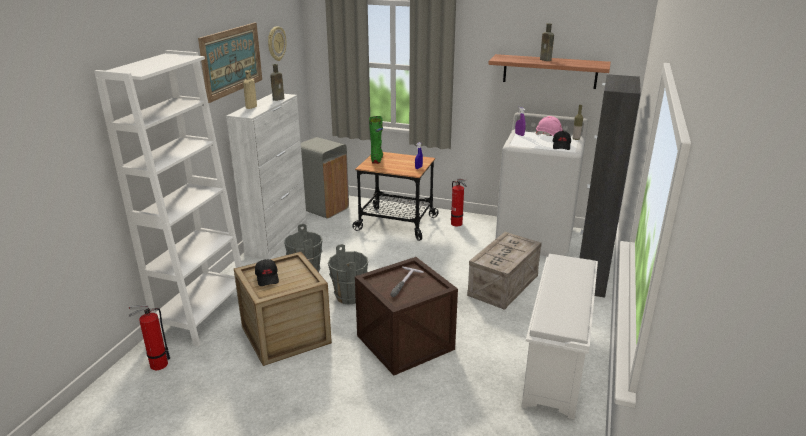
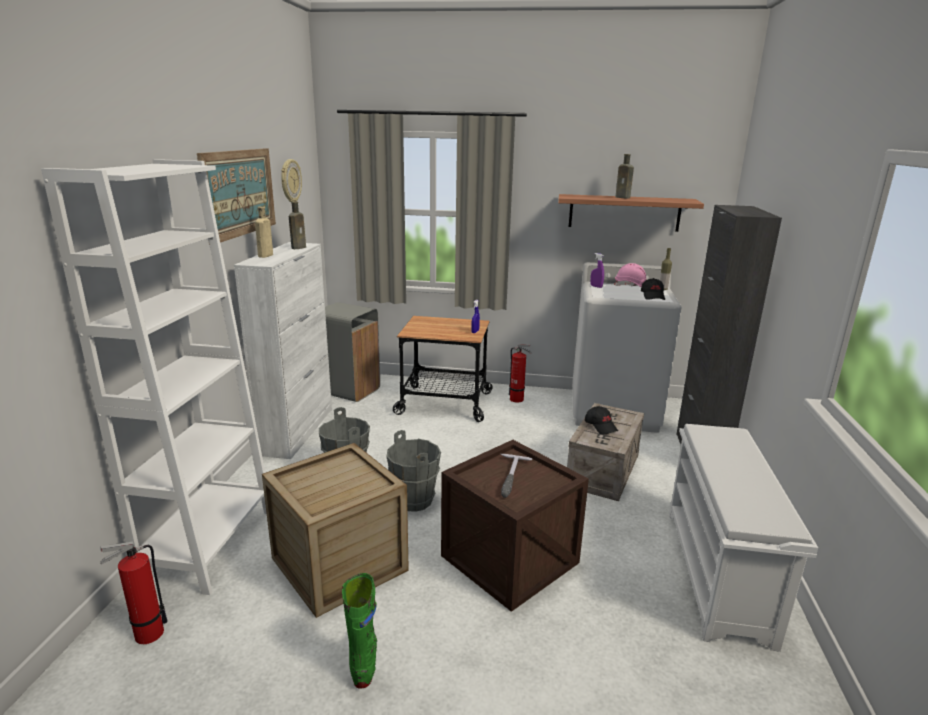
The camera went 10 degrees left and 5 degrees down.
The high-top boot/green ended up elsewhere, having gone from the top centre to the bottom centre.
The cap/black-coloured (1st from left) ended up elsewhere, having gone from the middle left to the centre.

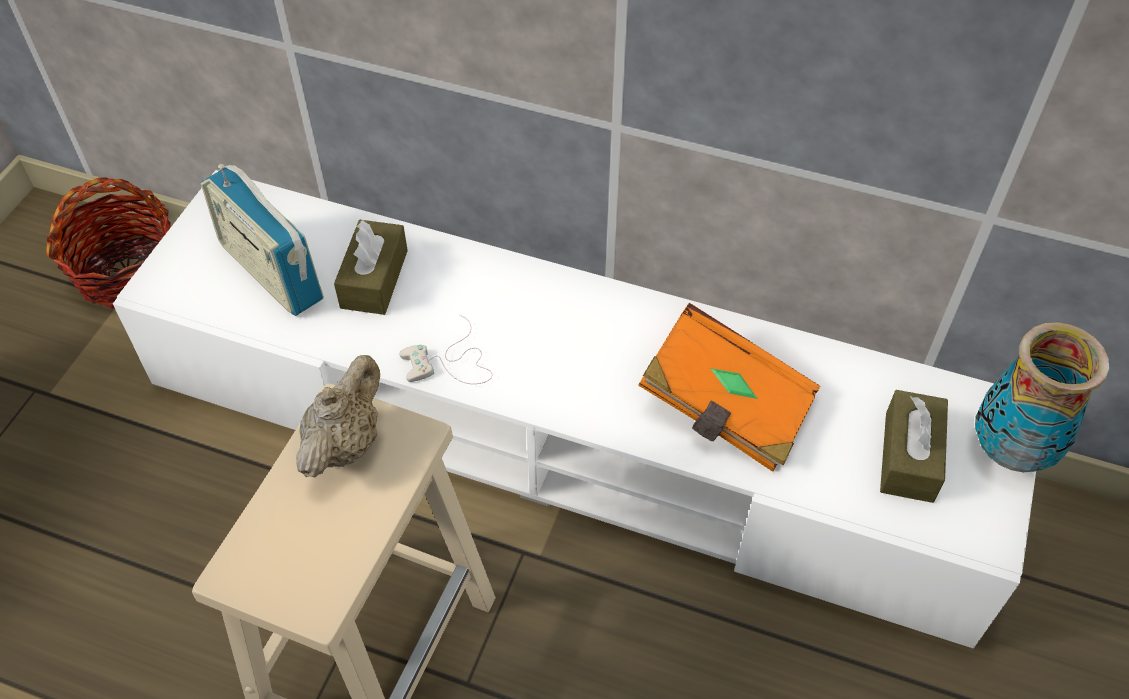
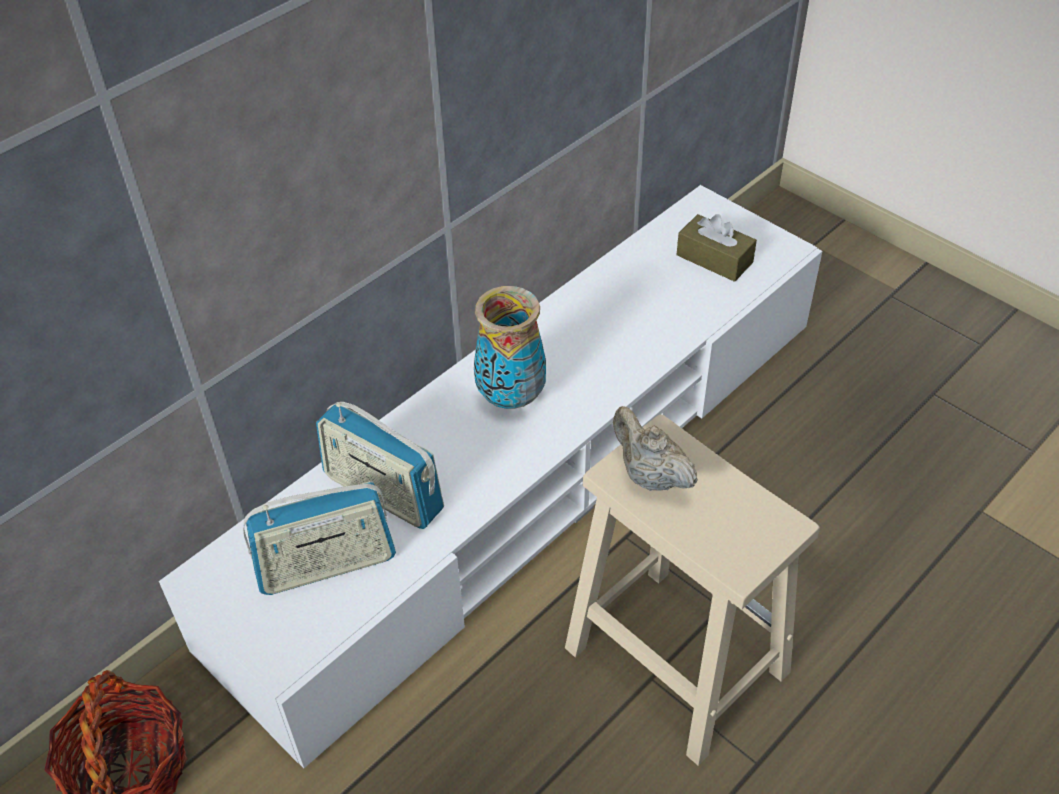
The camera went 65 degrees left and 5 degrees down.
Where the tissue box/brownish (1st from left) stood at the middle left, the radio receiver (2nd from left) came to stand at the centre.
The vase ended up elsewhere, having gone from the middle right to the centre.
The second view lost the gamepad/white-coloured at the centre.
The second view lost the bound book/orange at the centre.

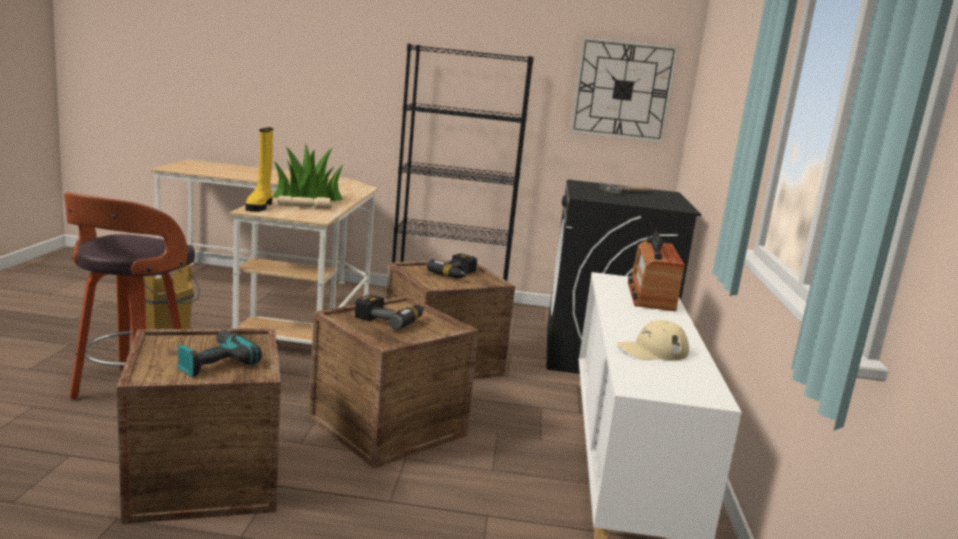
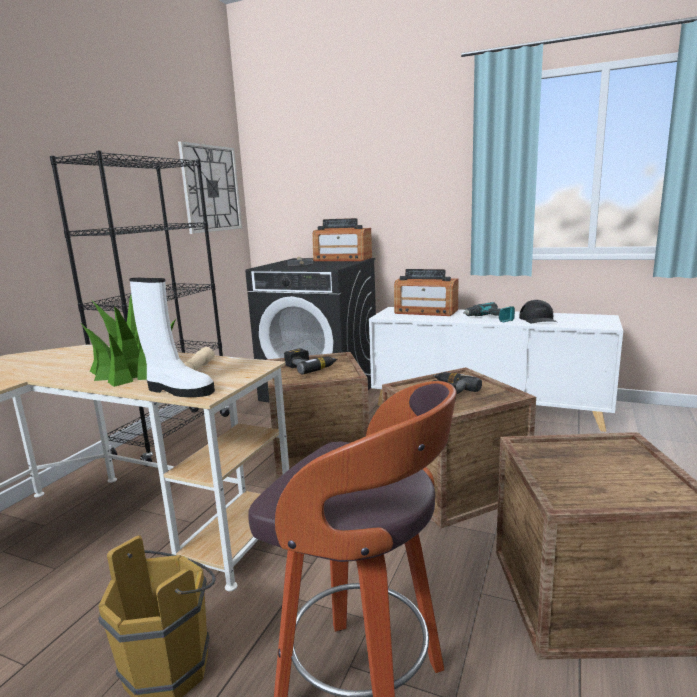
The camera went 70 degrees left and 0 degrees up.
What was the high-top boot/yellow at the top left turned into the high-top boot/white-coloured at the middle left.
The second view gained the radio receiver (1st from left) at the centre.
The drill (1st from left in the first image) ended up elsewhere, having gone from the middle left to the middle right.
What was the cap/beige at the middle right turned into the cap/black-coloured at the middle right.

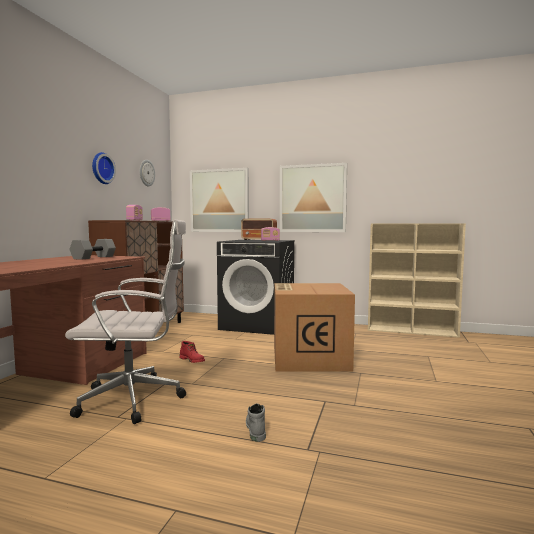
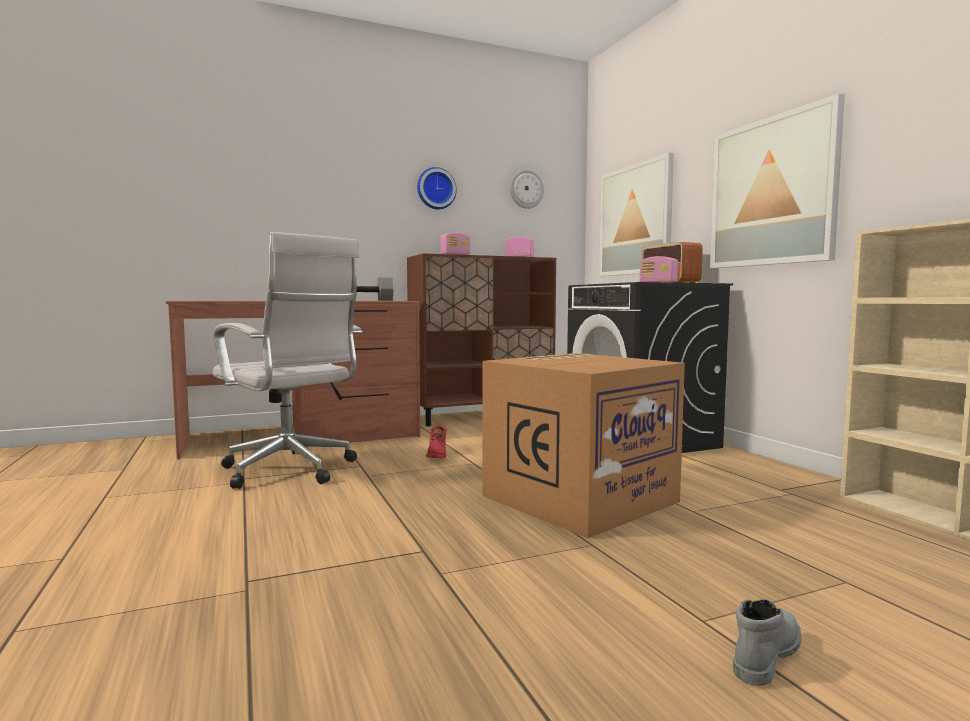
The camera went 50 degrees right and 0 degrees up.
The high-top boot/greyish ended up elsewhere, having gone from the bottom centre to the bottom right.

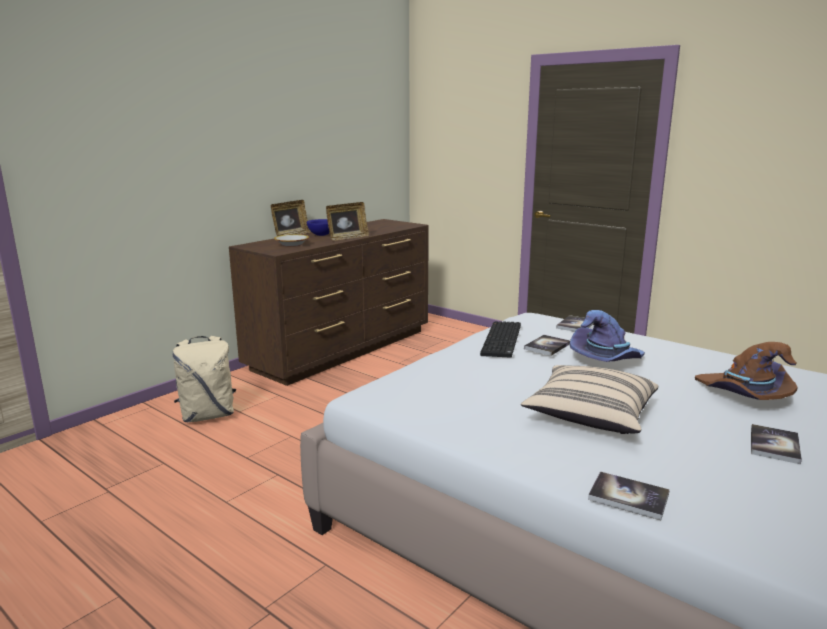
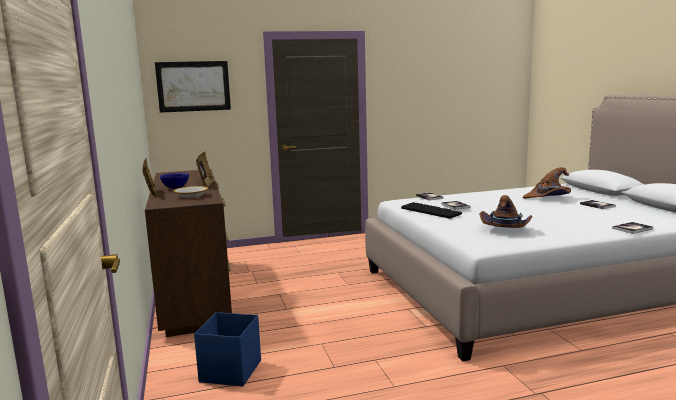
The camera went 55 degrees left and 5 degrees down.
The second view gained the picture at the top left.
Where the backpack/beige stood at the middle left, the storage bin/bluish came to stand at the bottom centre.
The second view gained the hat/brownish (1st from left) at the middle right.
The second view lost the cushion/beige at the middle right.
The second view lost the hat/purple at the middle right.

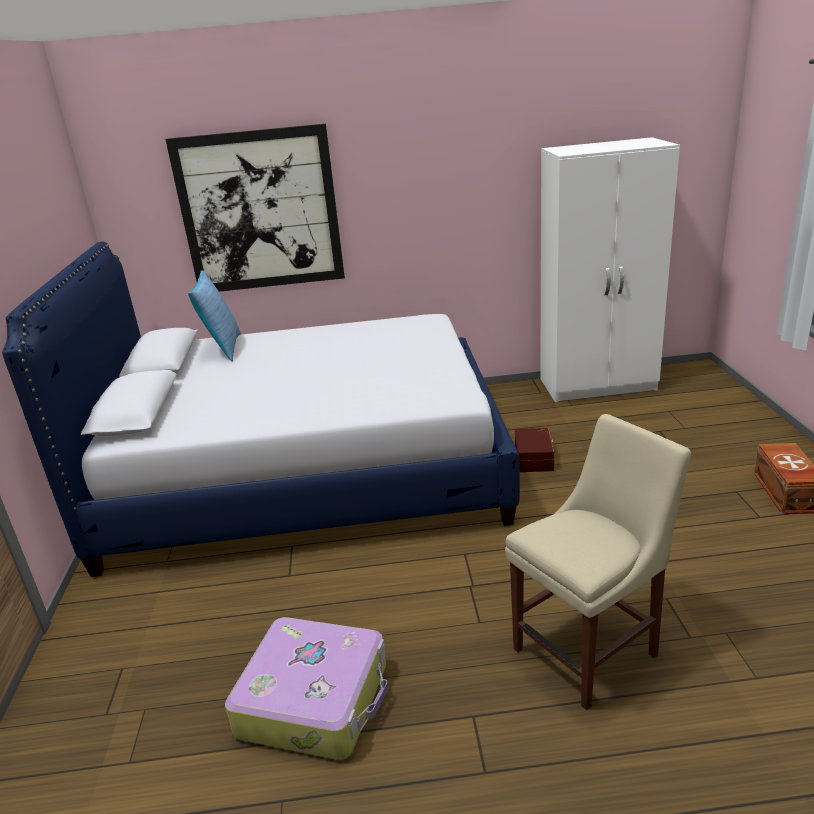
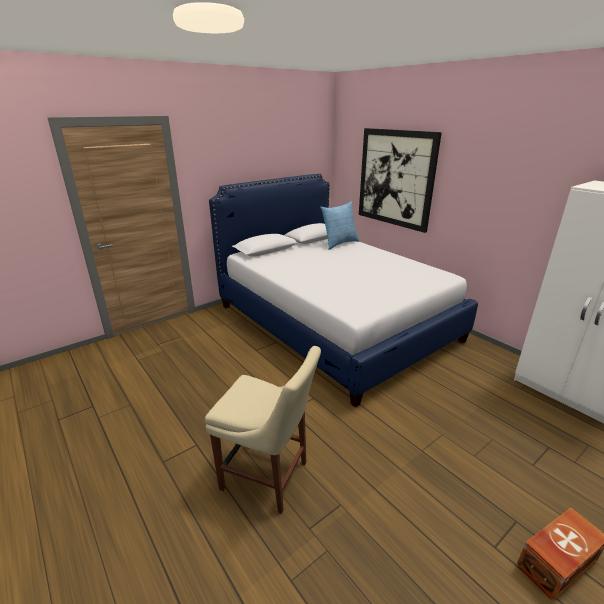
The camera went 55 degrees right and 0 degrees up.
The second view lost the piece of luggage at the bottom centre.
The second view lost the storage bin/brownish (1st from left) at the centre.

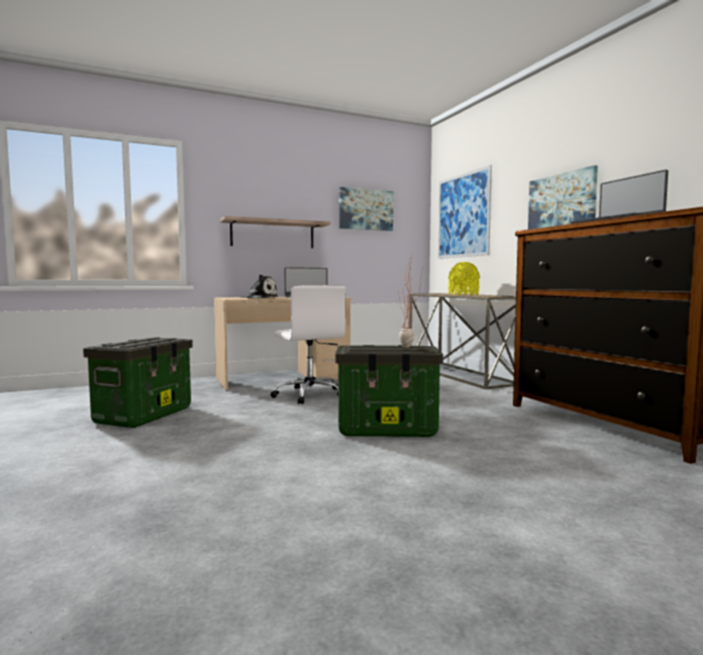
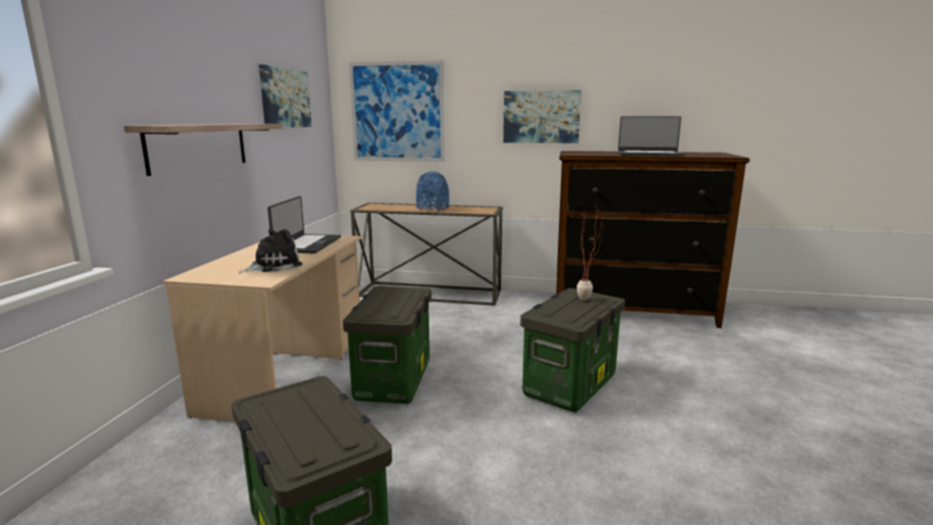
The camera went 55 degrees left and 10 degrees up.
Where the office chair/white-coloured stood at the centre, the storage bin (2nd from left) came to stand at the centre.
What was the vase/yellow at the centre turned into the vase/bluish at the centre.

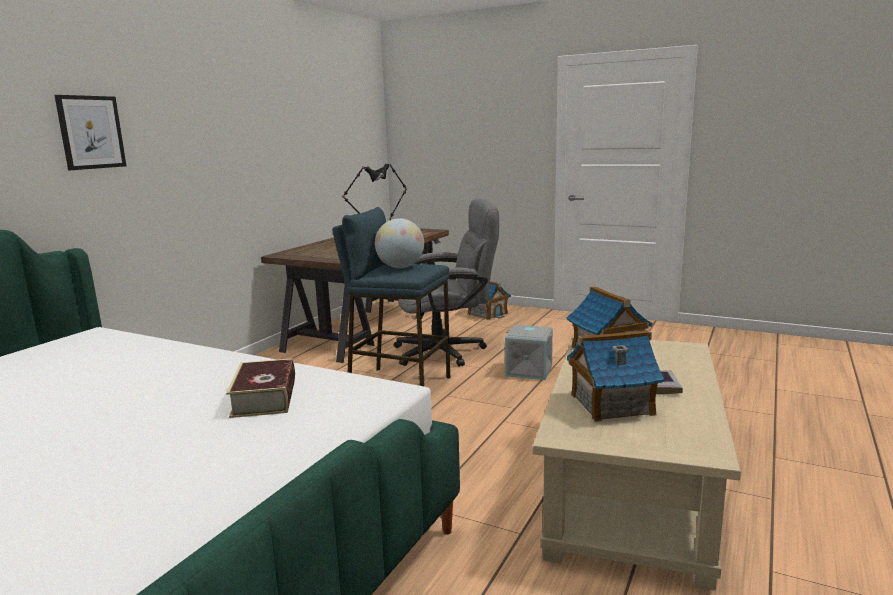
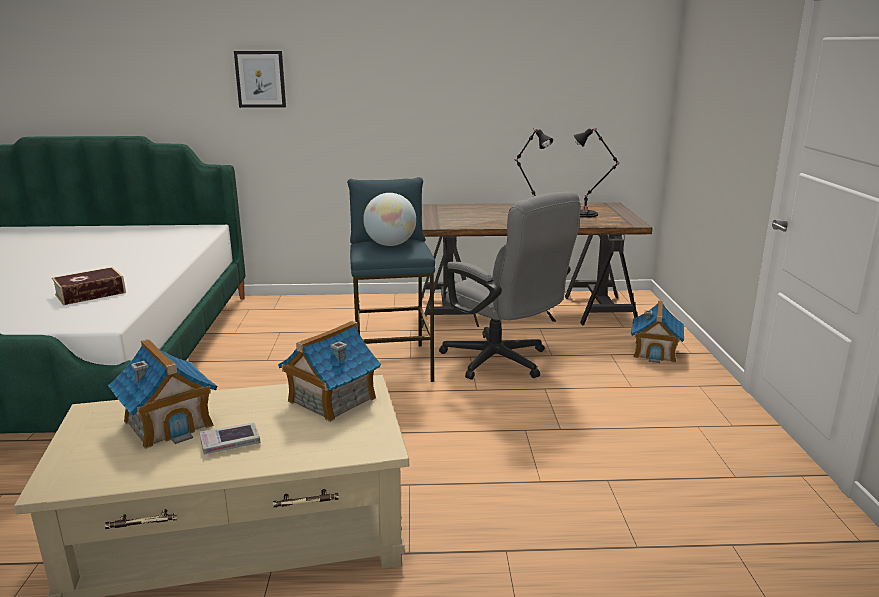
The camera went 60 degrees right and 5 degrees up.
The second view lost the storage bin/greyish at the centre.

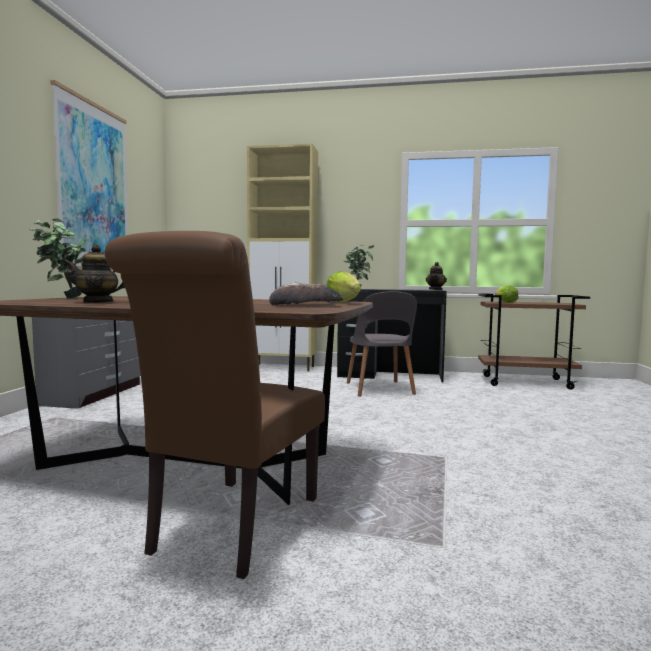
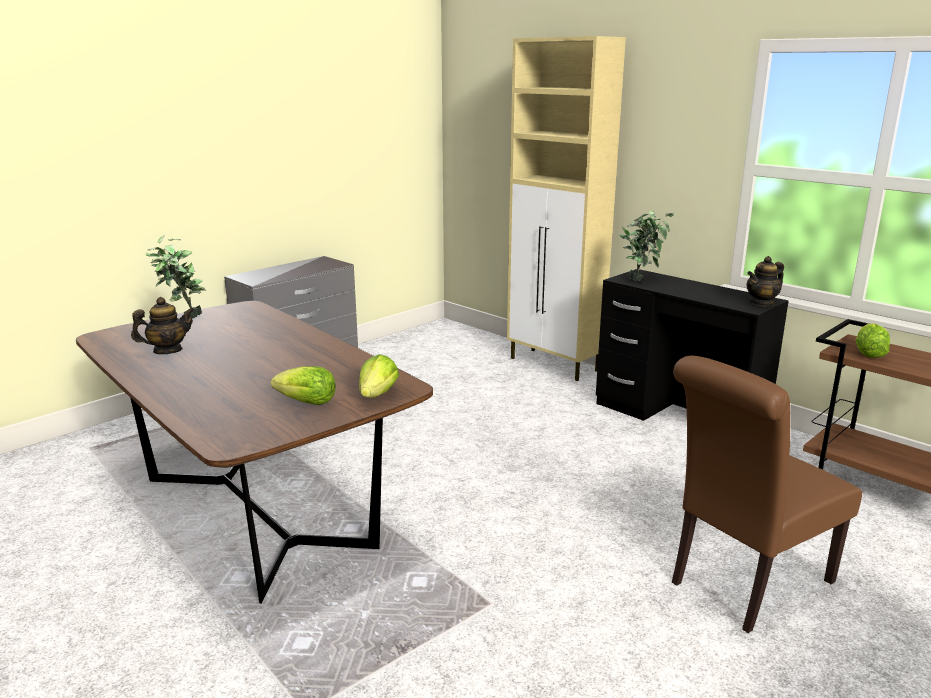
The camera went 35 degrees right and 15 degrees up.
The pot for tea (1st from left) at the middle left ended up facing another way, 135 degrees clockwise from before.
Where the baked bread stood at the centre, the head of lettuce (1st from left) came to stand at the middle left.
The upright chair/brownish ended up elsewhere, having gone from the middle left to the bottom right.
The second view lost the picture at the top left.
The second view lost the upright chair/greyish at the centre.

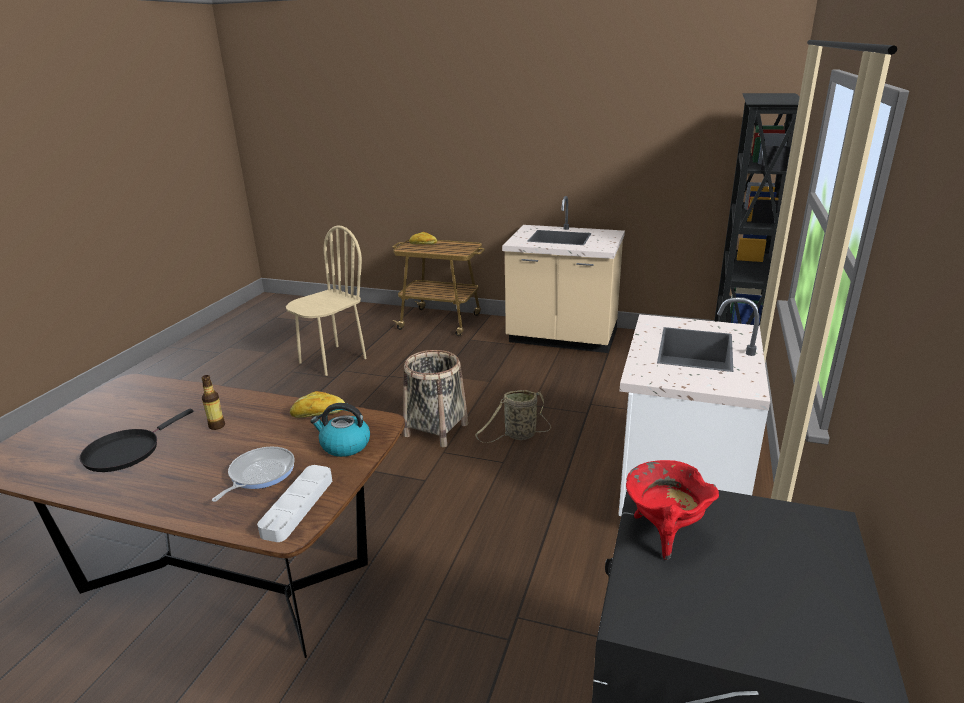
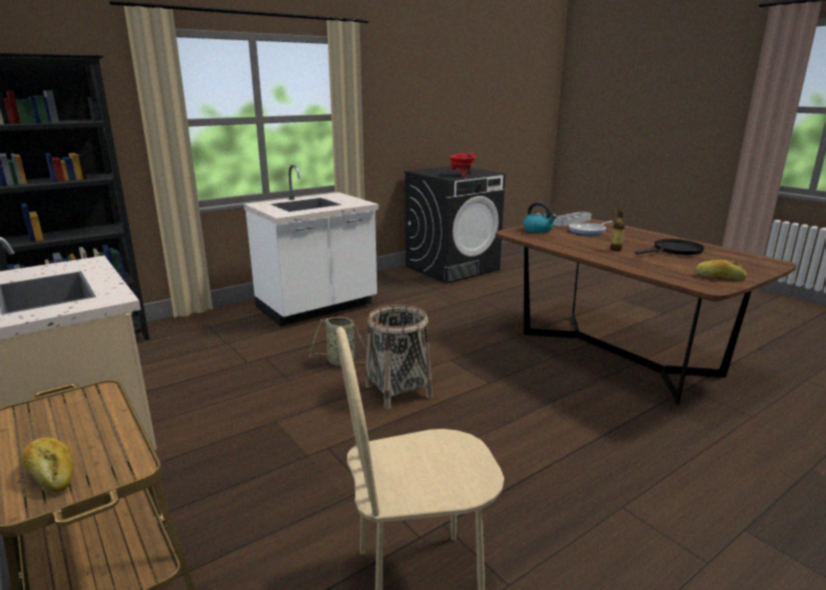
The camera went 145 degrees left and 5 degrees down.
The baked bread (1st from left in the first image) ended up elsewhere, having gone from the middle left to the middle right.

